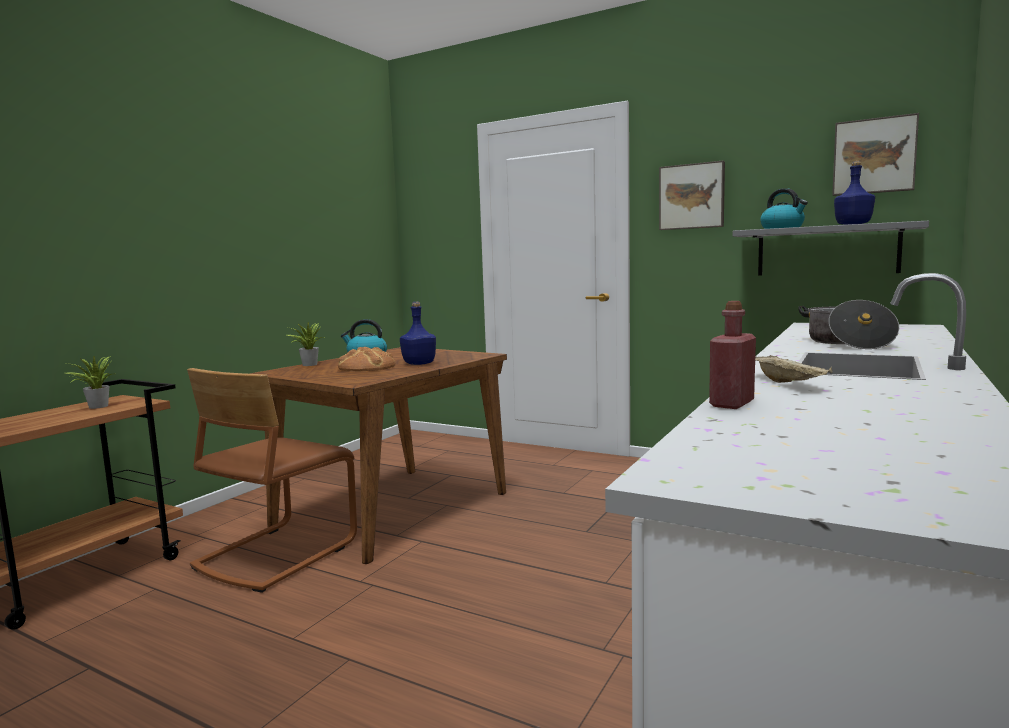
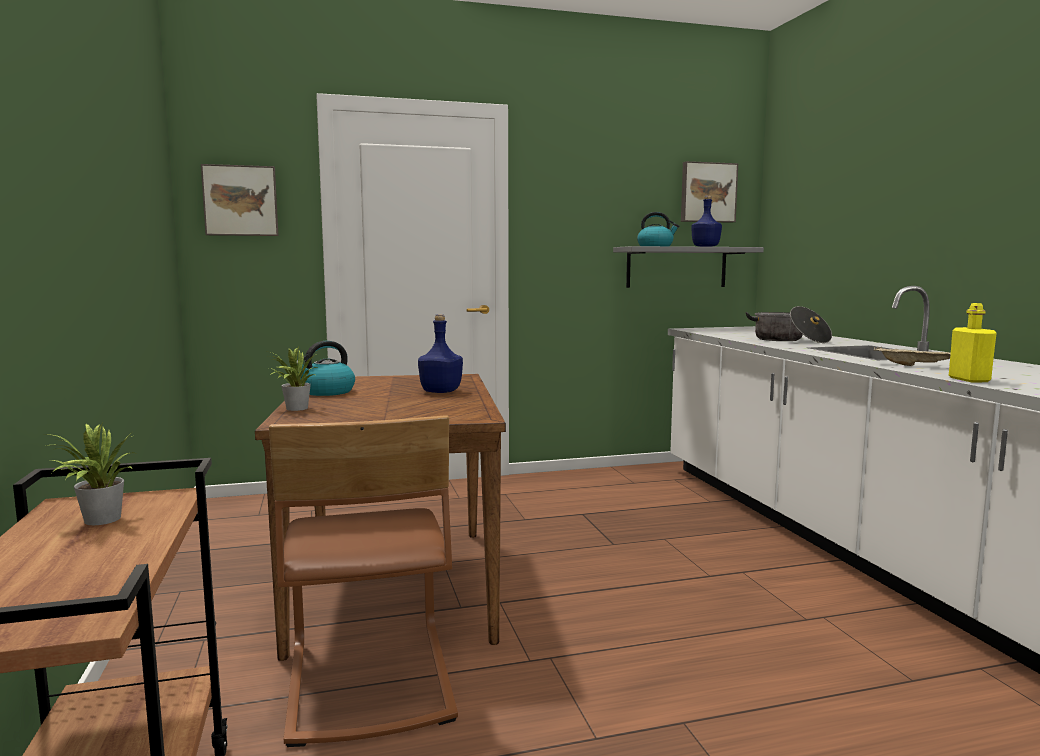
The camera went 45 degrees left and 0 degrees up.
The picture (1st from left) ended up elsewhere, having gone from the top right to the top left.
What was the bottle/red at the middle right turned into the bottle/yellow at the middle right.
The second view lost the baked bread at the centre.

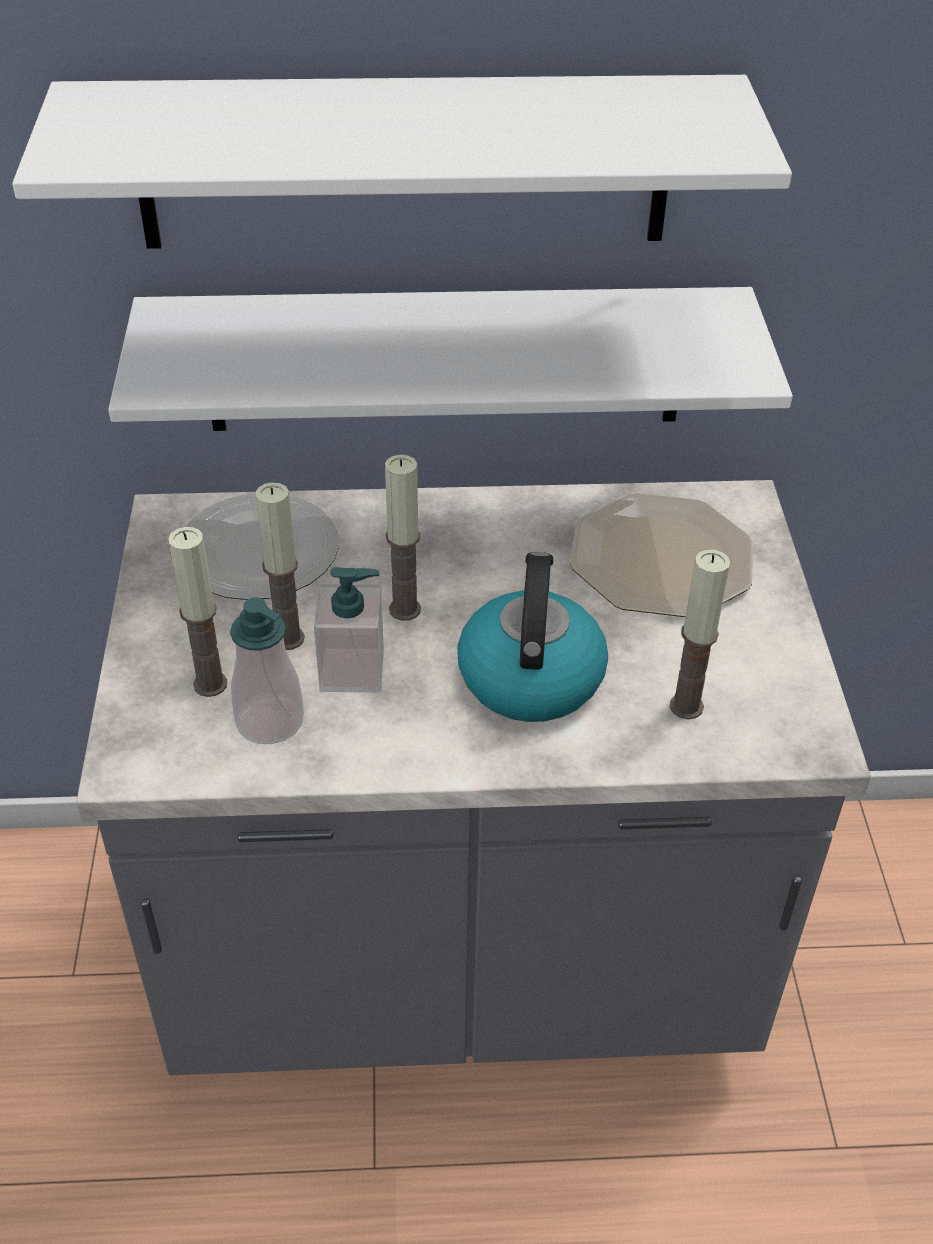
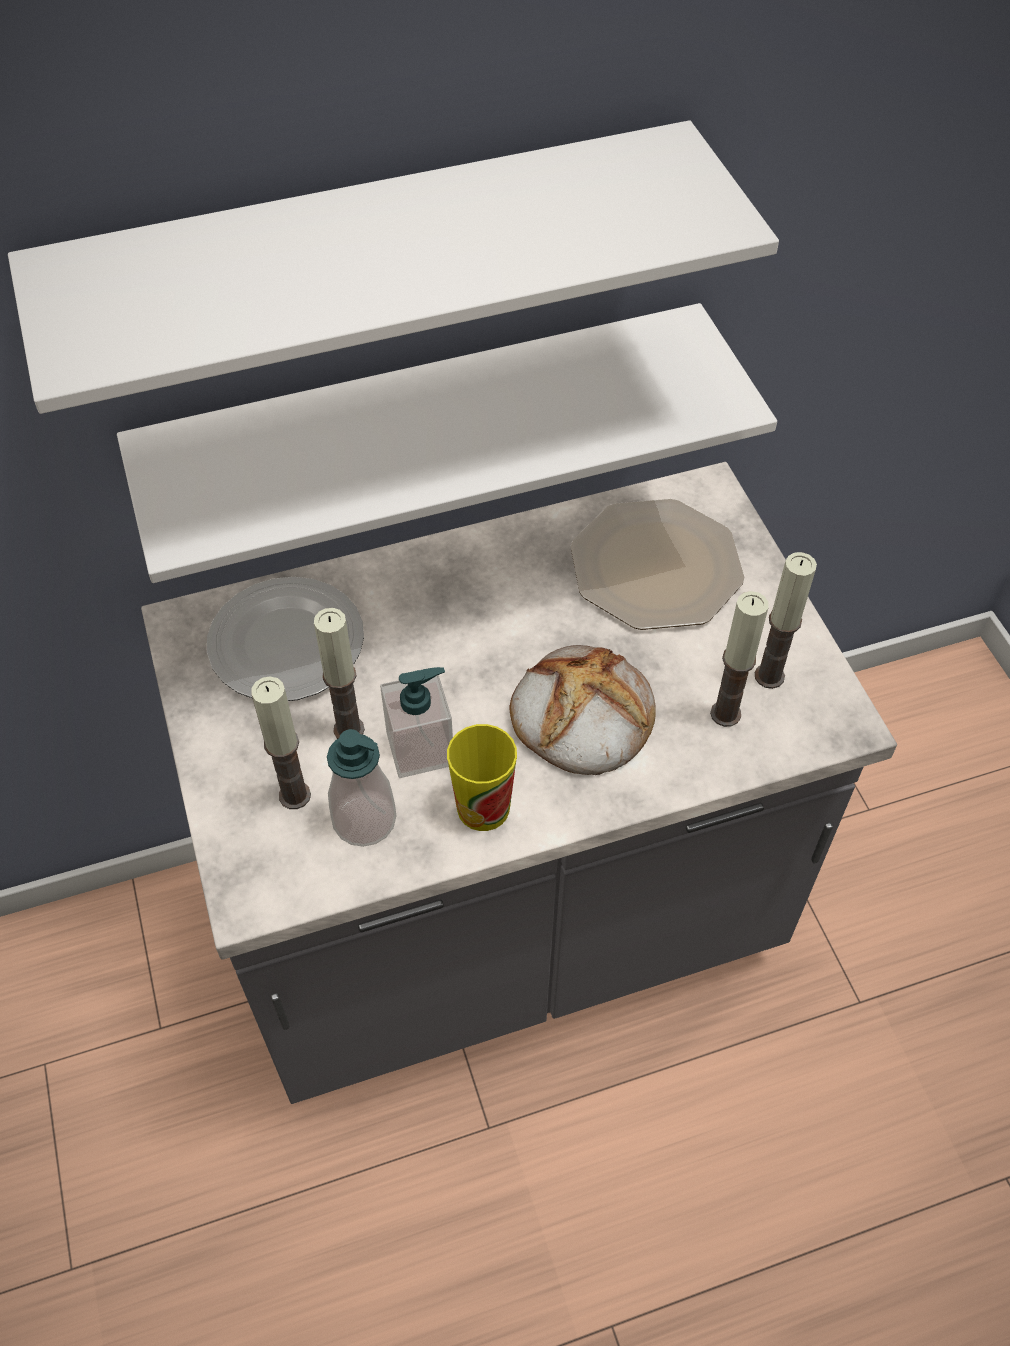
The camera went 15 degrees left and 10 degrees up.
The second view gained the drinking cup at the centre.
Where the water kettle stood at the centre, the baked bread came to stand at the centre.
The wax candle (3rd from left in the first image) ended up elsewhere, having gone from the centre to the middle right.

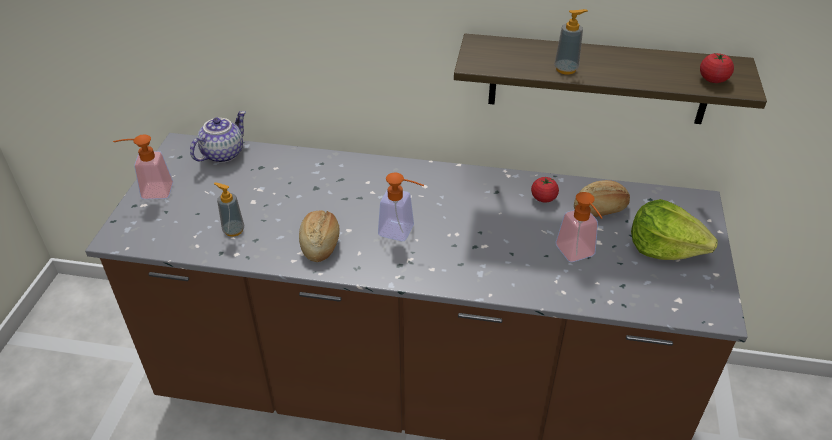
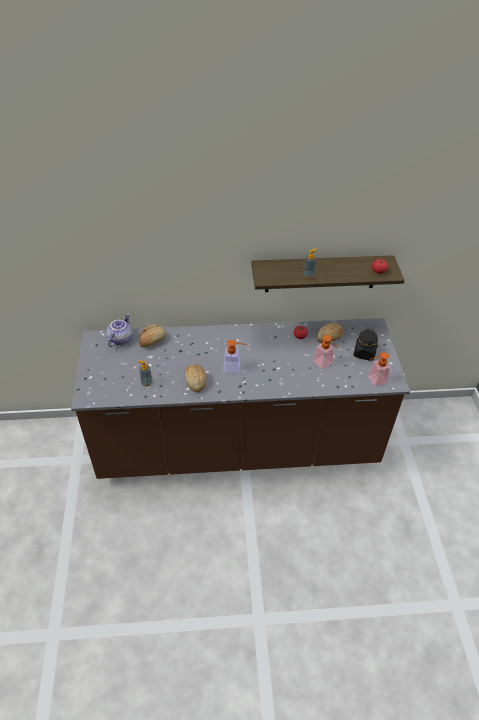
The camera went 15 degrees left and 5 degrees up.
The second view gained the baked bread (1st from left) at the middle left.
Where the head of lettuce stood at the middle right, the preserve jar/black-coloured came to stand at the middle right.
The soap dispenser (1st from left in the first image) ended up elsewhere, having gone from the middle left to the middle right.

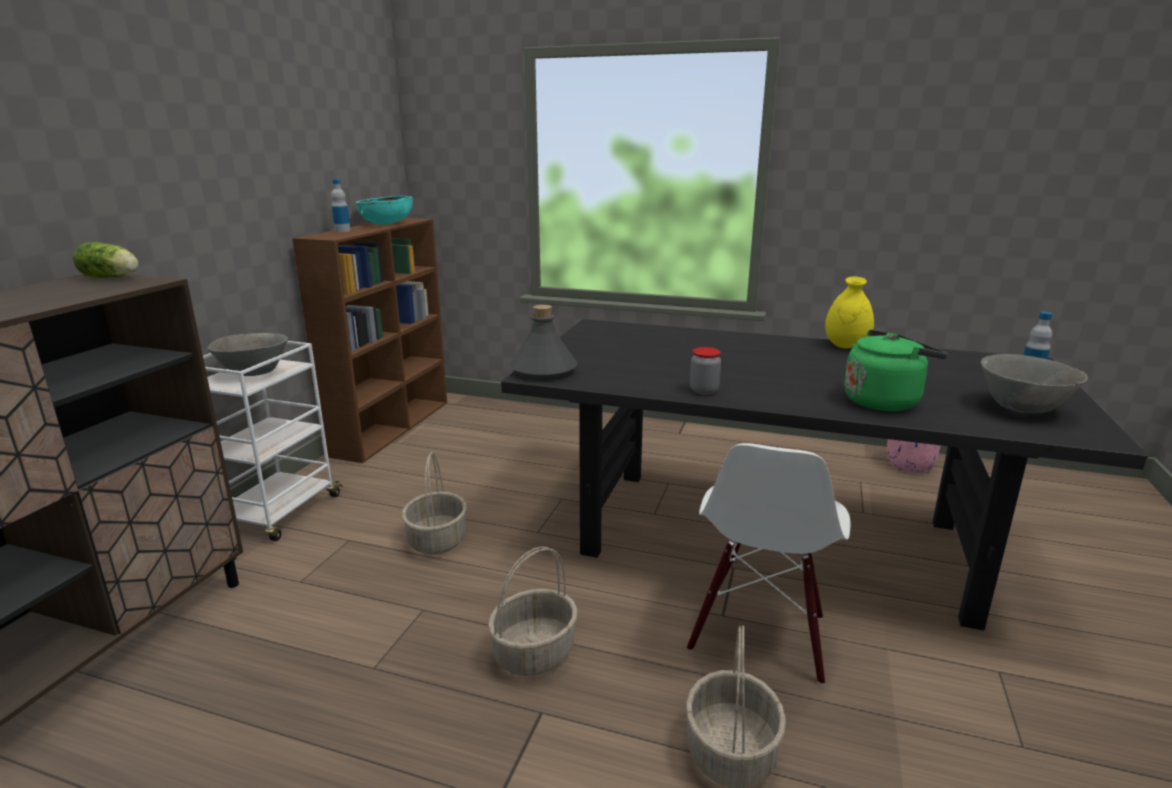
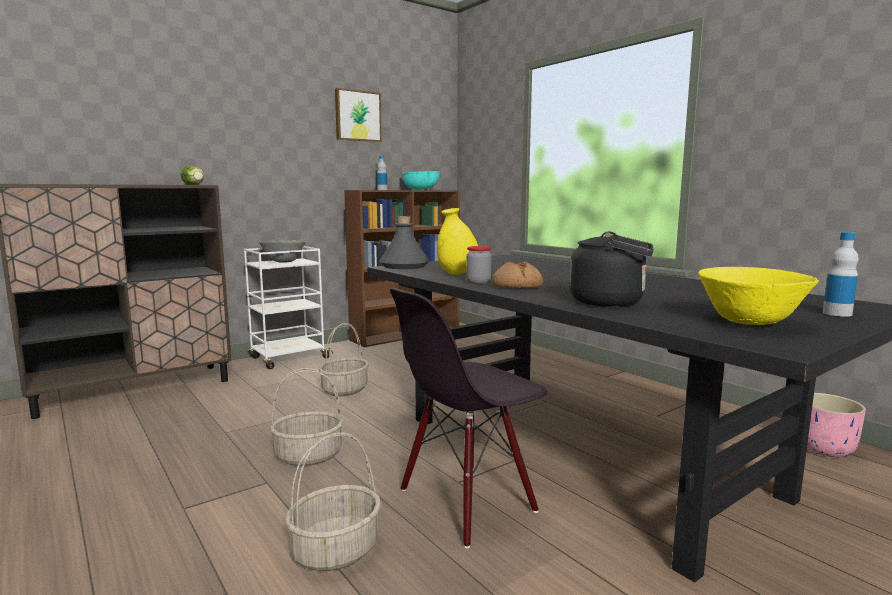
The camera went 35 degrees right and 10 degrees down.
The second view gained the picture at the top centre.
What was the upright chair/white-coloured at the bottom centre turned into the upright chair/black-coloured at the bottom centre.
The vase/yellow ended up elsewhere, having gone from the middle right to the centre.
The second view gained the baked bread at the centre.
What was the water kettle/green at the middle right turned into the water kettle/black-coloured at the middle right.
What was the bowl/greyish (2nd from left) at the middle right turned into the bowl/yellow at the middle right.

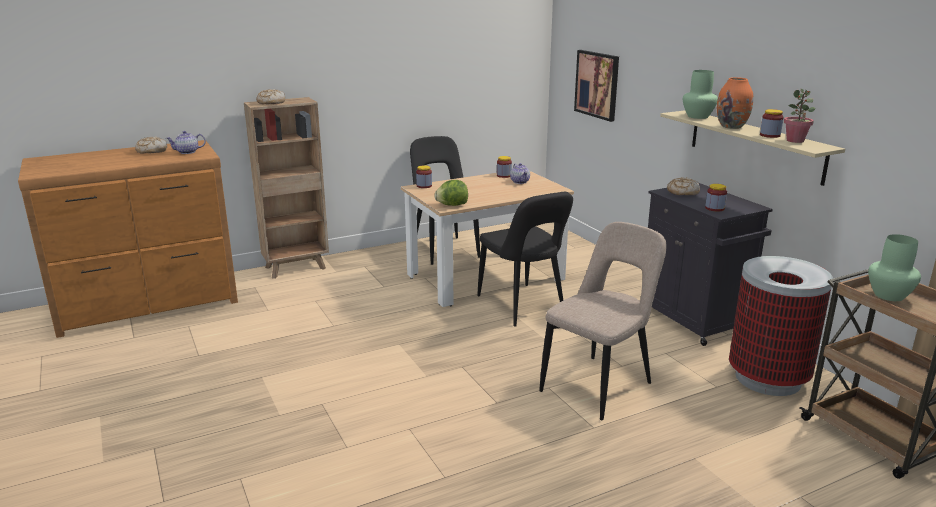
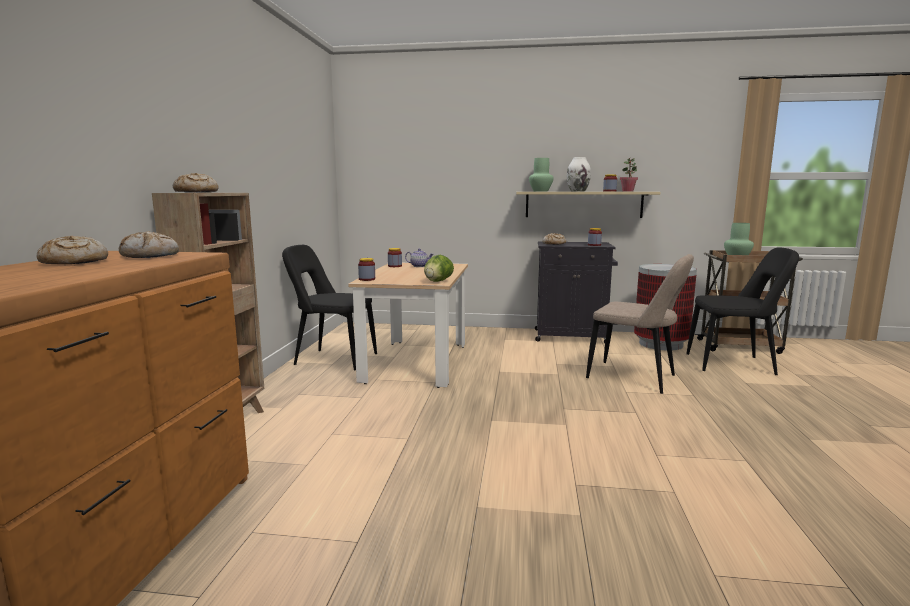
The camera went 55 degrees left and 10 degrees down.
Where the pot for tea (1st from left) stood at the top left, the baked bread (2nd from left) came to stand at the middle left.
What was the vase/orange at the top right turned into the vase/white-coloured at the top centre.
The upright chair/beige at the centre ended up facing another way, 135 degrees clockwise from before.
The upright chair/black-coloured (2nd from left) ended up elsewhere, having gone from the centre to the middle right.
The second view lost the picture at the top centre.

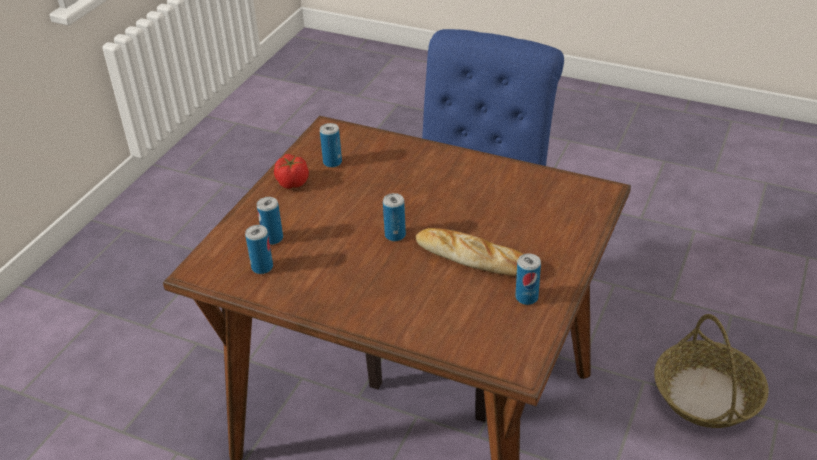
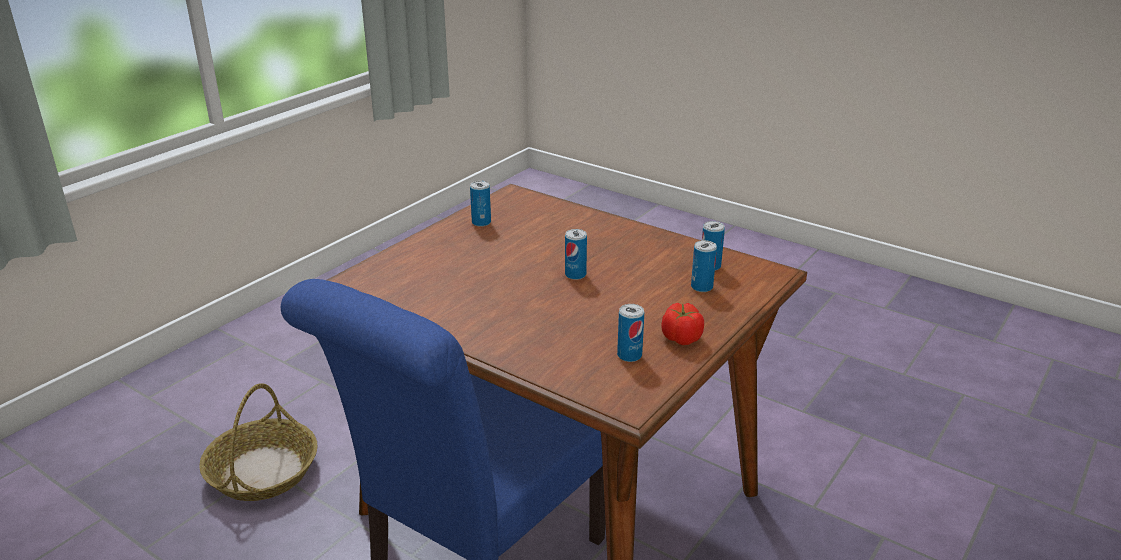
The camera went 170 degrees left and 10 degrees down.
The second view lost the baked bread at the centre.

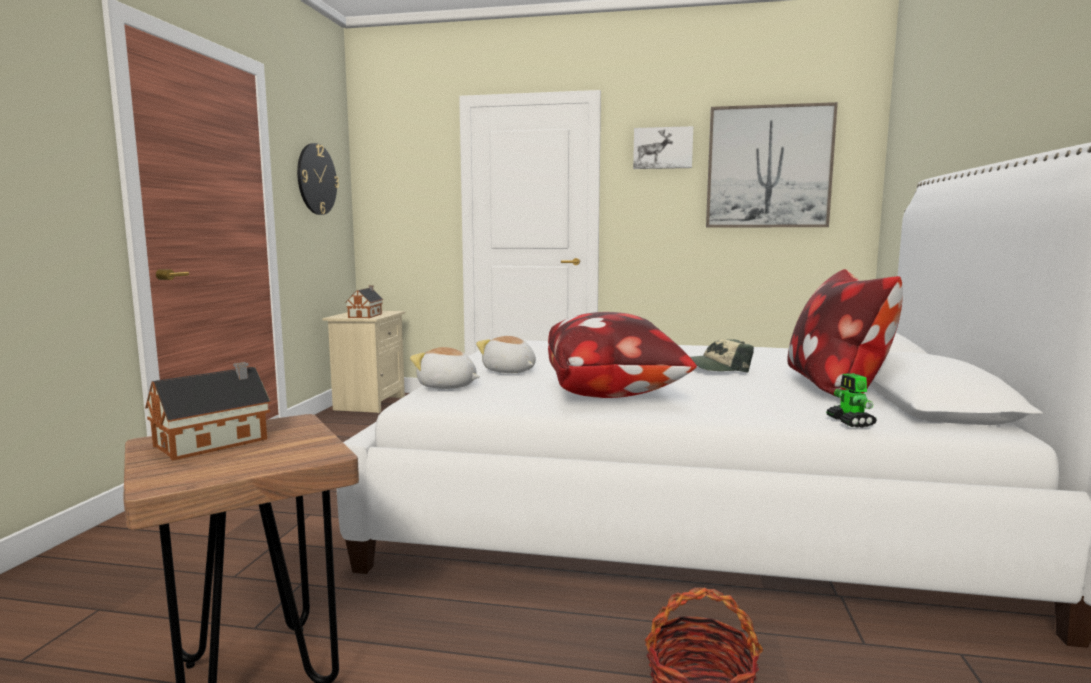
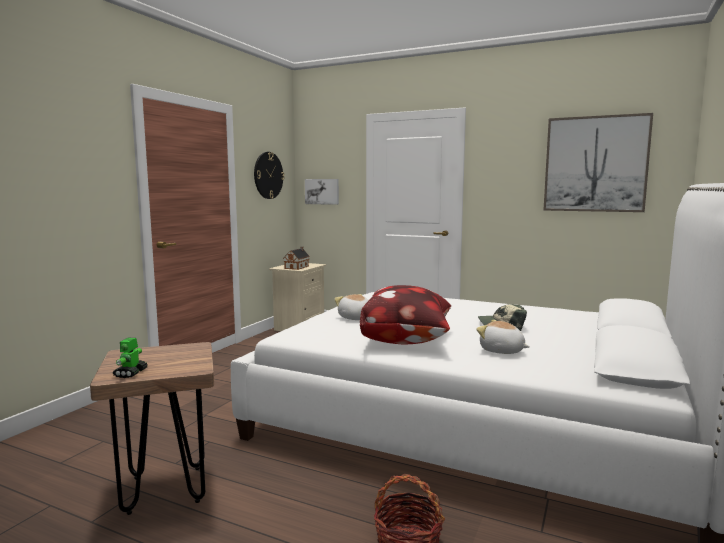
The camera went 15 degrees right and 0 degrees up.
The model robot ended up elsewhere, having gone from the middle right to the middle left.
The picture (1st from left) ended up elsewhere, having gone from the top centre to the centre.
The soft toy (1st from left in the first image) ended up elsewhere, having gone from the centre to the middle right.
The second view lost the toy house (1st from left) at the middle left.
The second view lost the cushion (2nd from left) at the middle right.

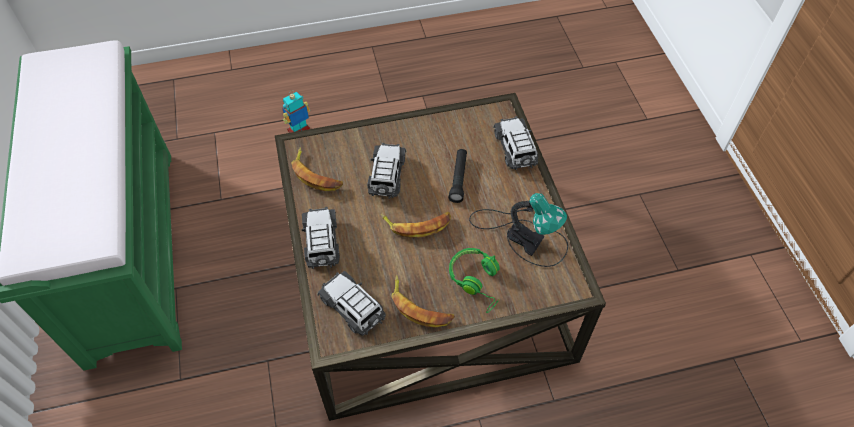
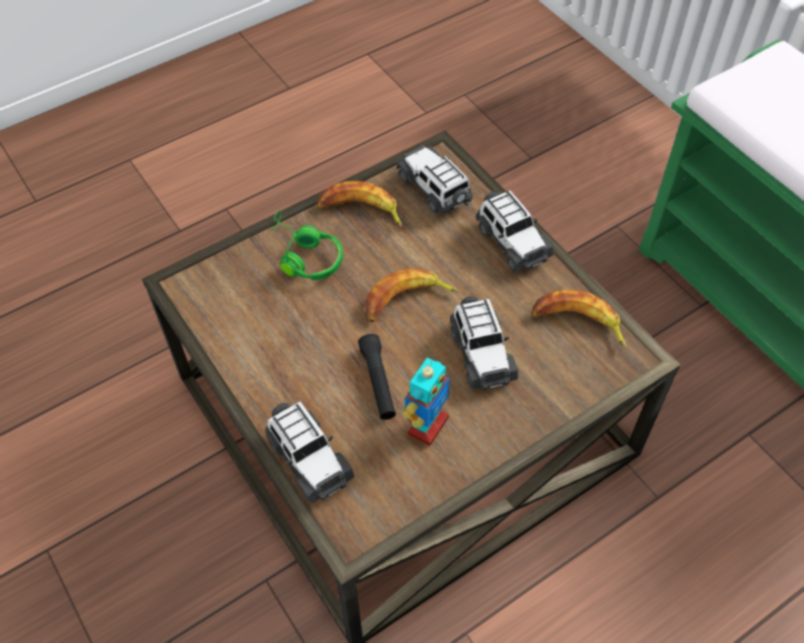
The camera went 160 degrees right and 0 degrees up.
The miniature car (2nd from left) at the bottom centre ended up facing another way, 150 degrees counterclockwise from before.
The model robot ended up elsewhere, having gone from the top centre to the centre.
The second view lost the tabletop lamp at the centre.

